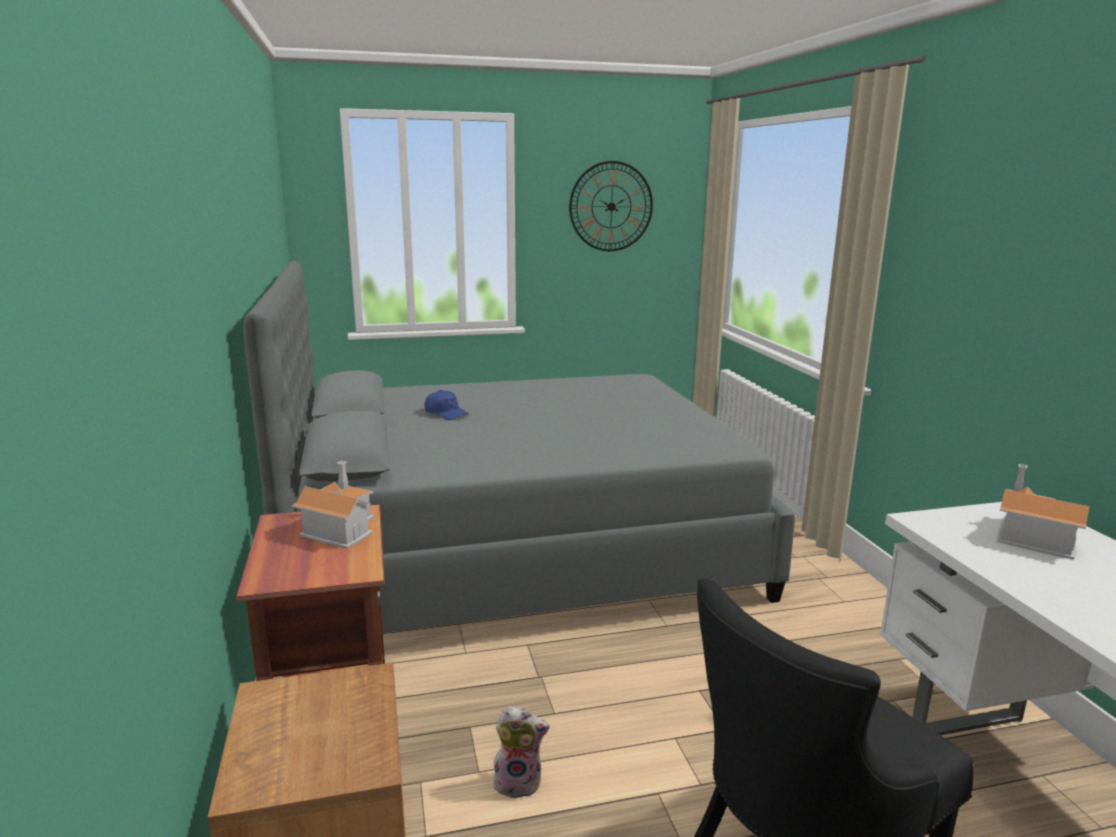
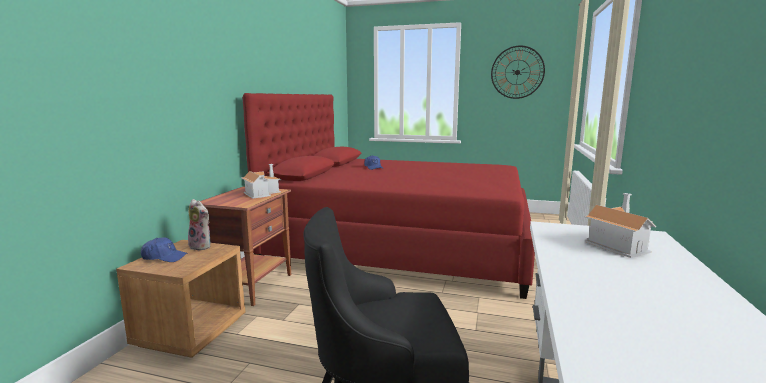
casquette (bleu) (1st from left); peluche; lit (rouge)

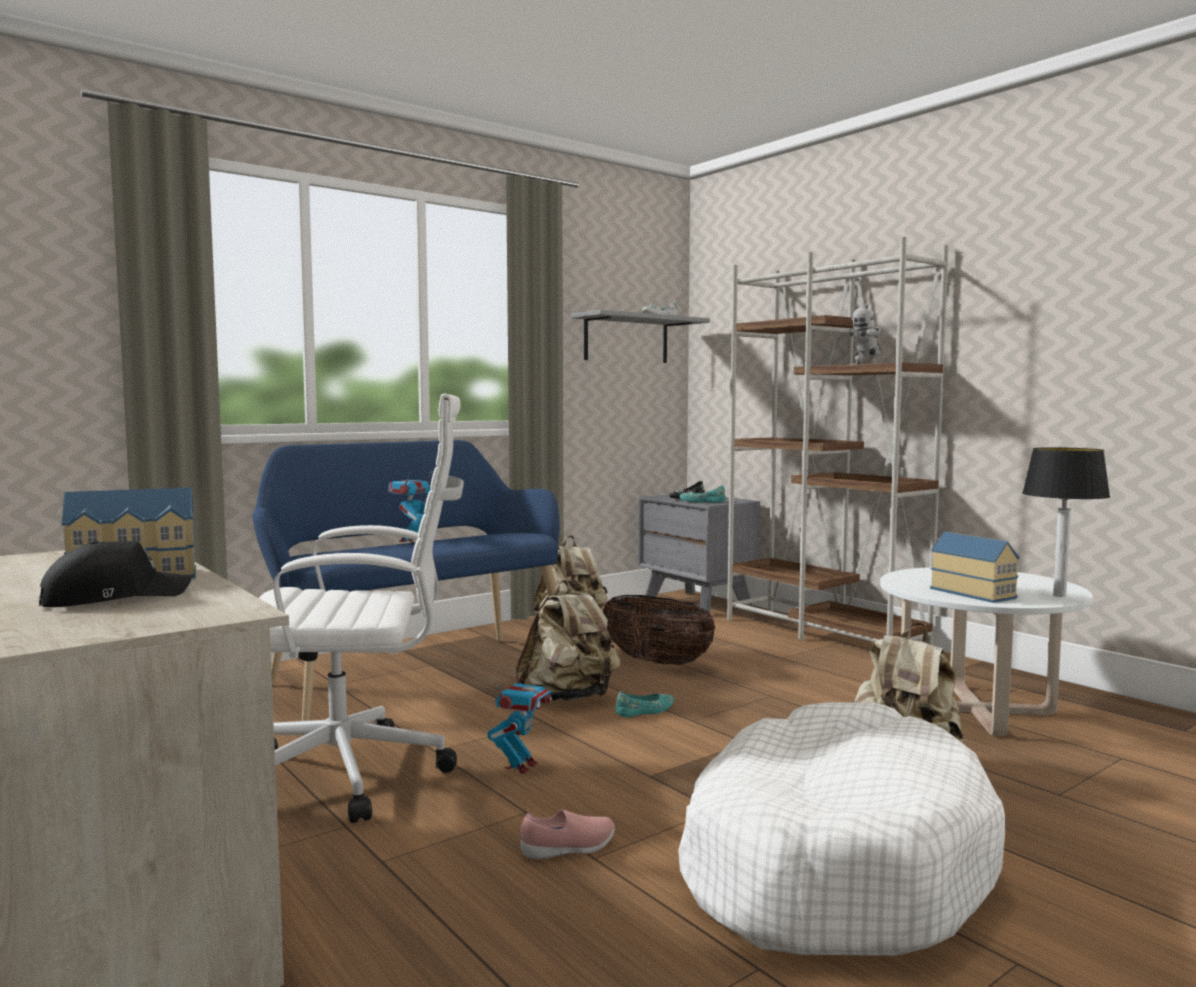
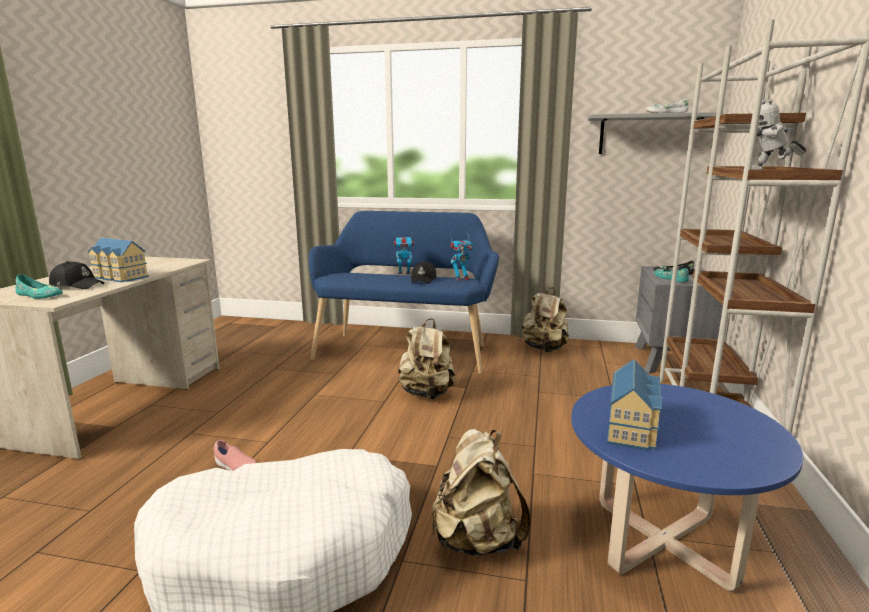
chaise de bureau (blanc); panier; lampe de table; casquette (noir) (2nd from left); robot jouet (2nd from left); chaussure (turquoise) (1st from left); table basse (bleu)

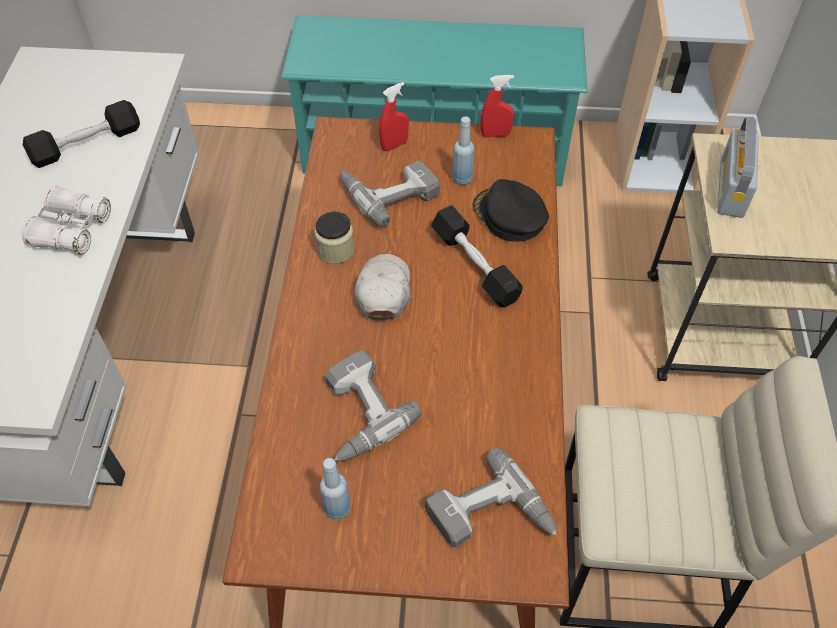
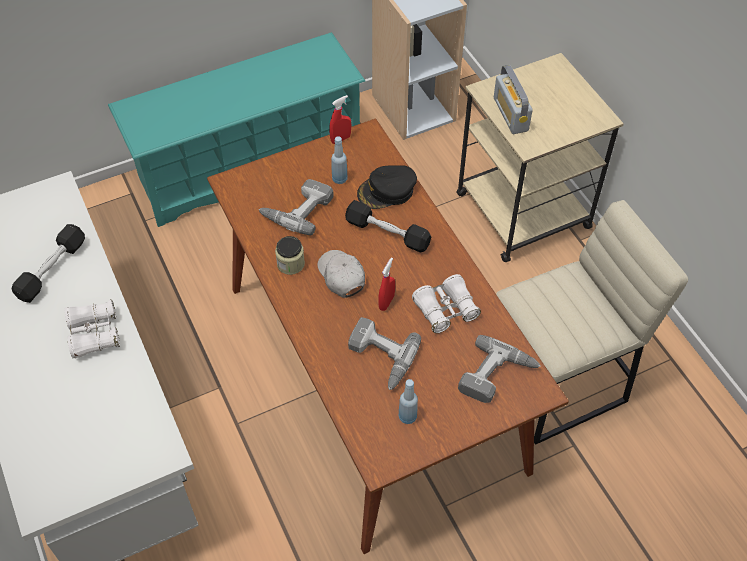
jumelles (blanc) (2nd from left); vaporisateur (rouge) (2nd from left); casquette (noir)

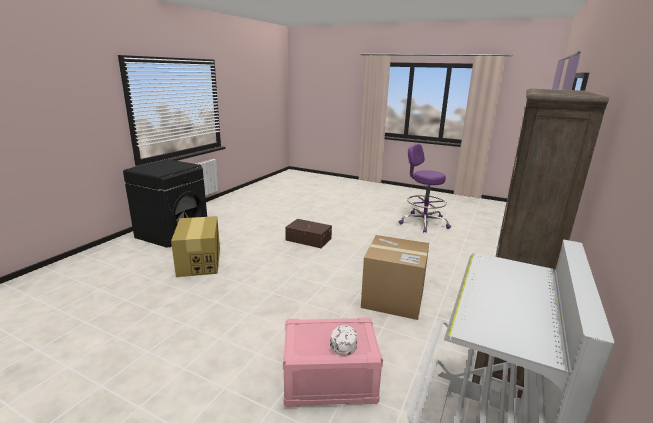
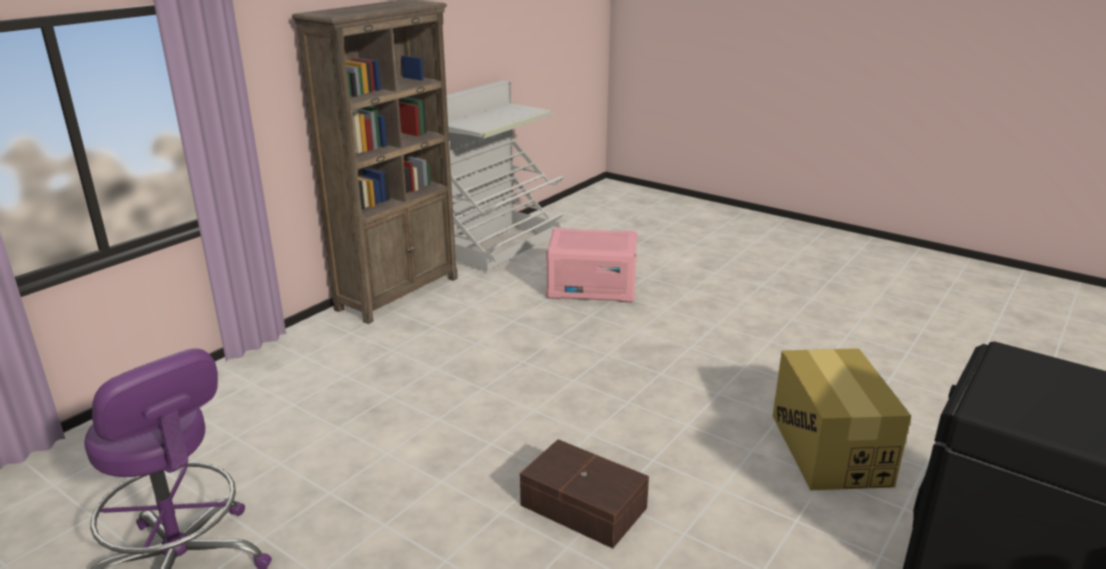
casquette (blanc); carton (2nd from left in the first image)

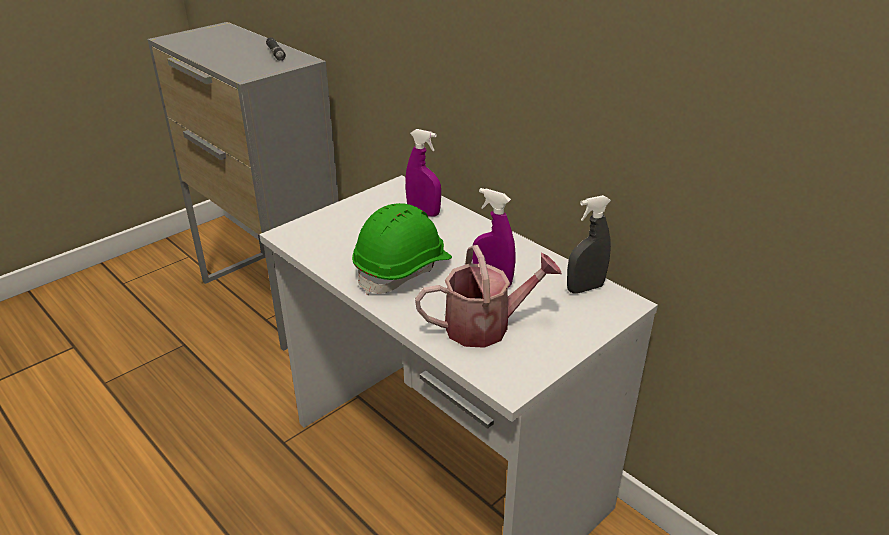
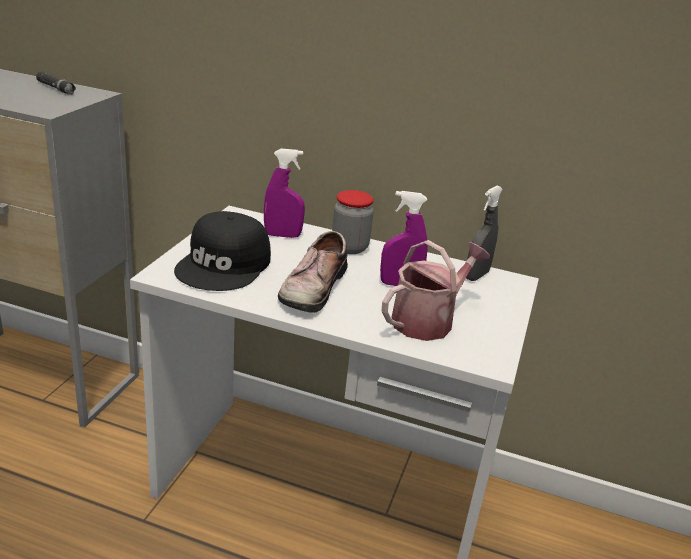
casquette (noir); bocal; chaussure

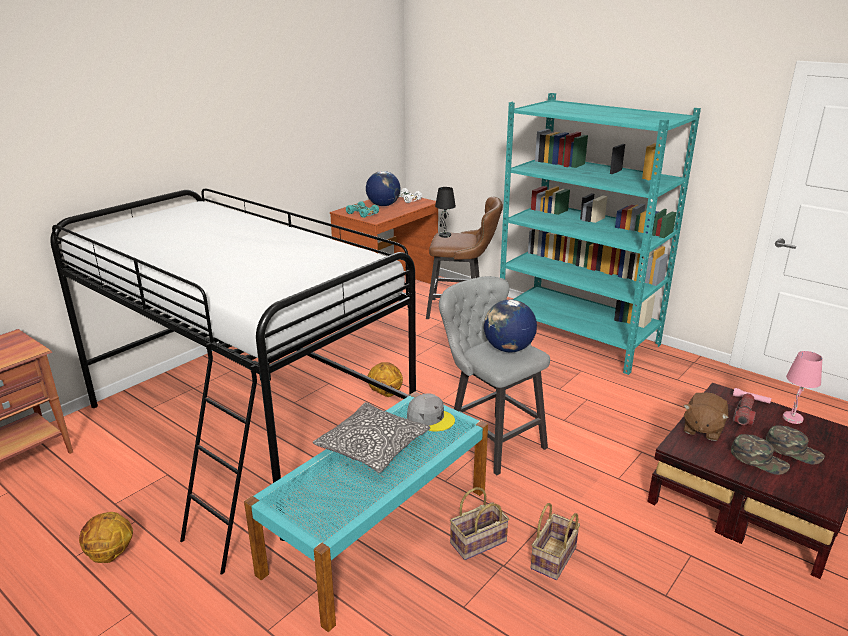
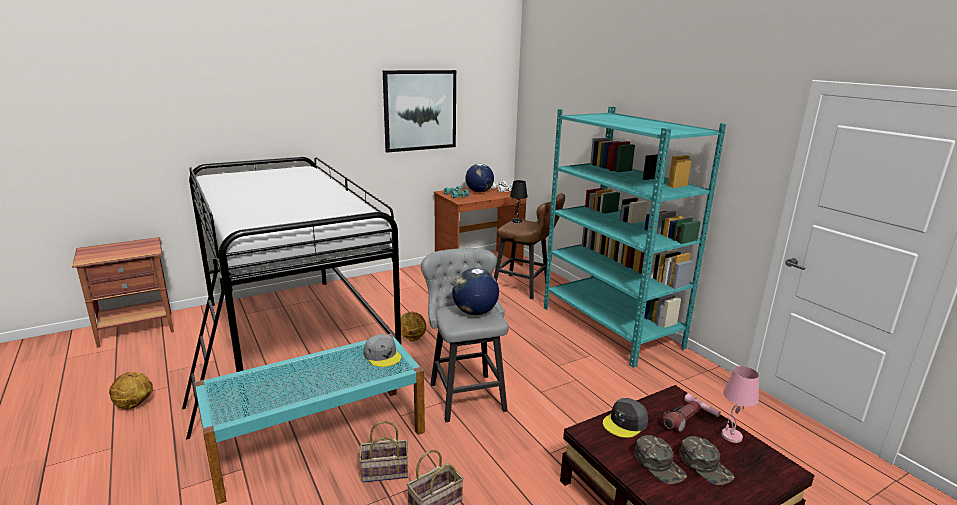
coussin; tableau; casquette (gris) (2nd from left)

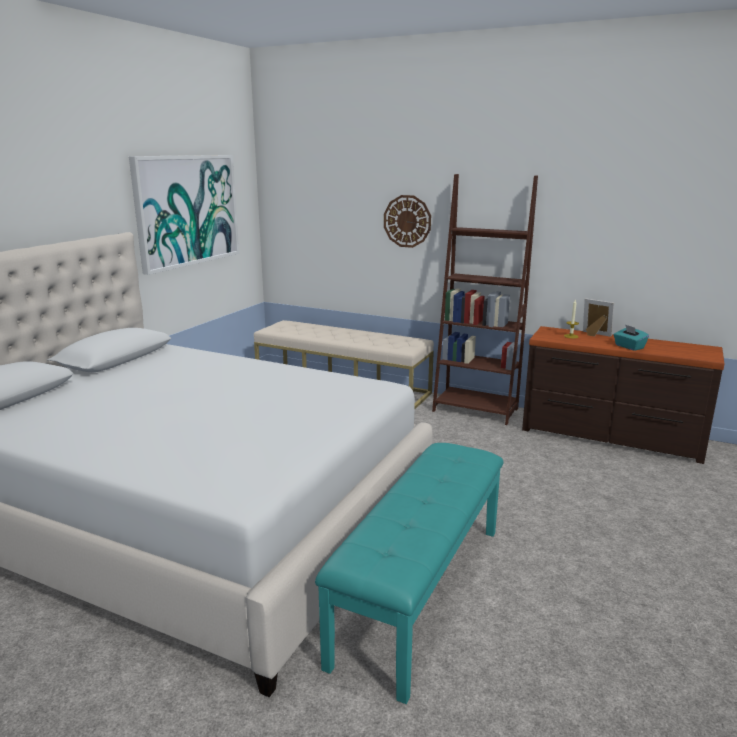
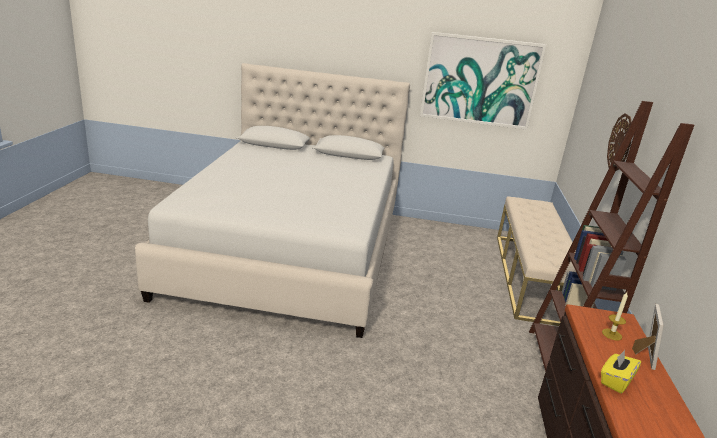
banc (turquoise); boîte à mouchoirs (jaune)

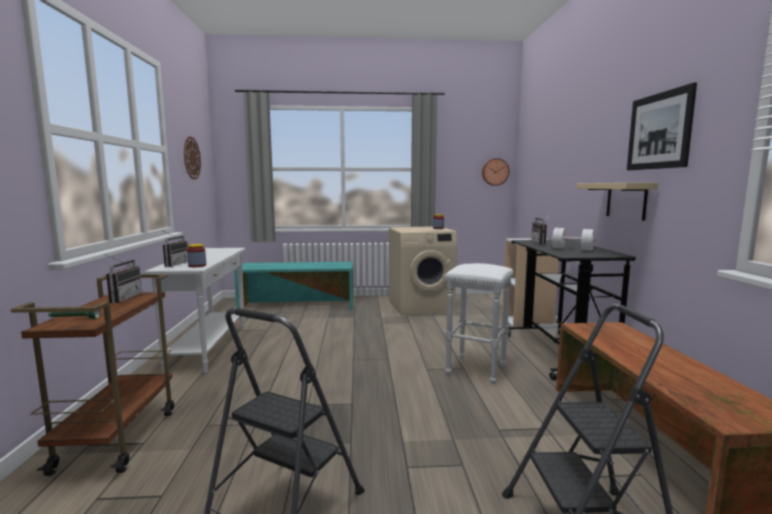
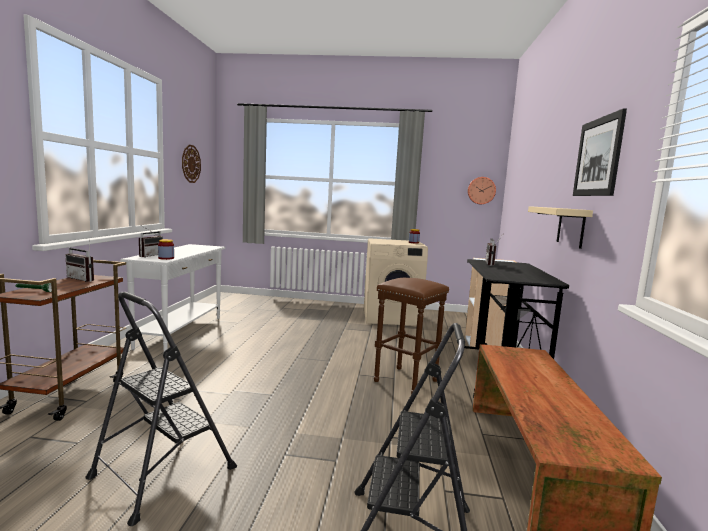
banc (turquoise); haltère (blanc); tabouret (marron); radio (1st from left)

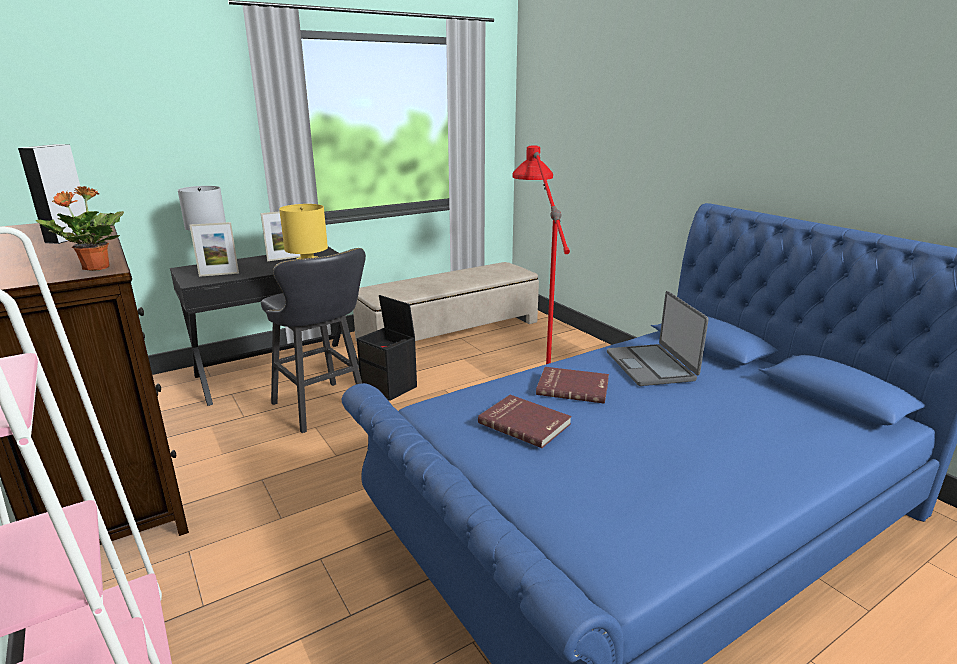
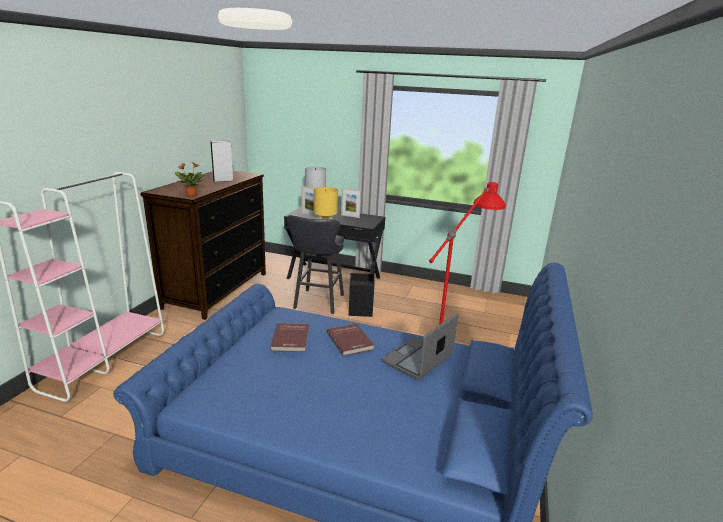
banc (beige)

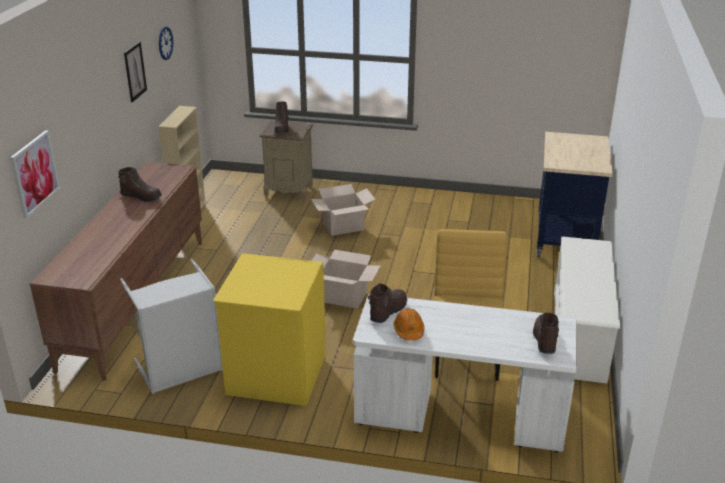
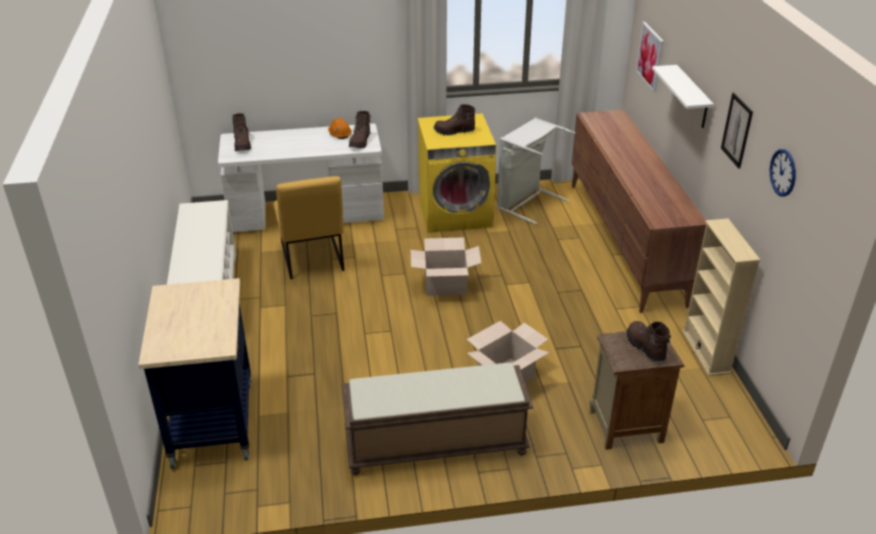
banc (marron); étagère (blanc); botte (marron) (3rd from left)

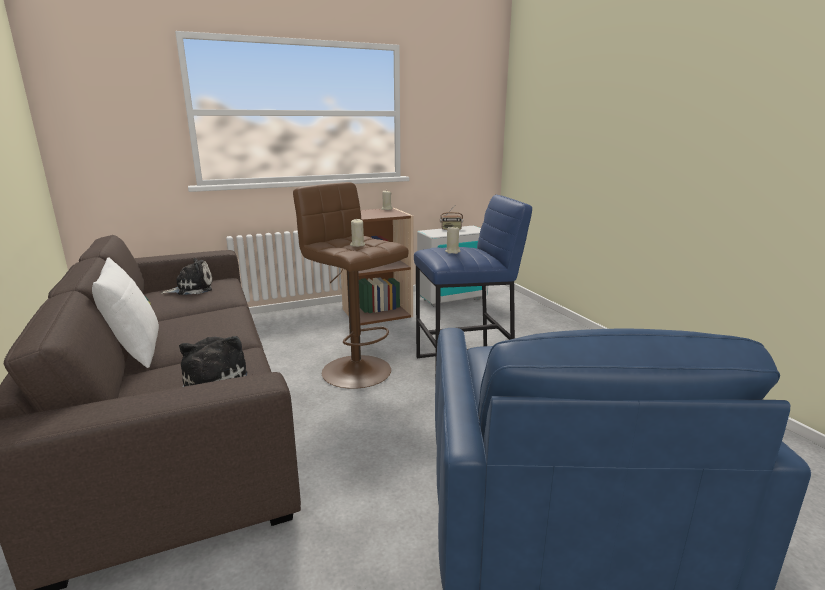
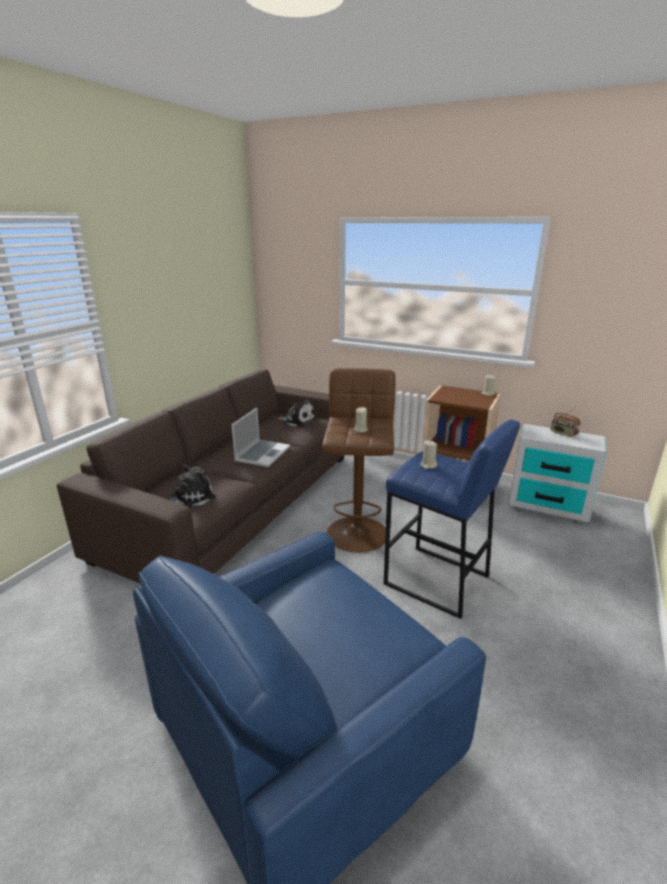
coussin (blanc); ordinateur portable

